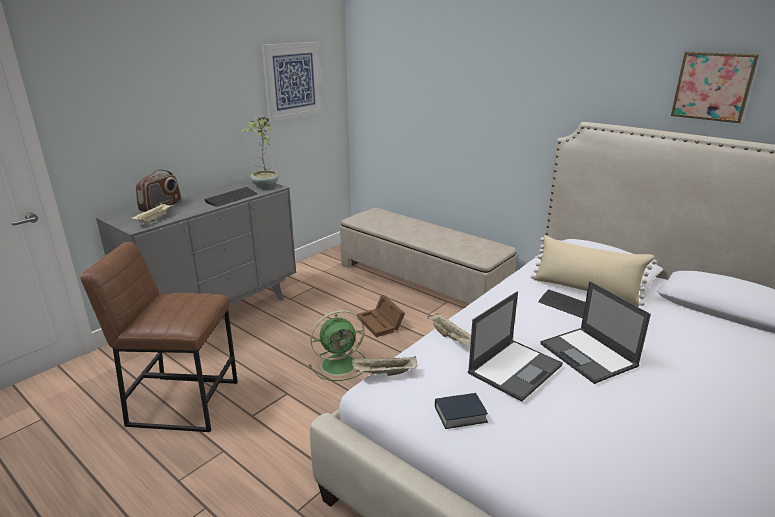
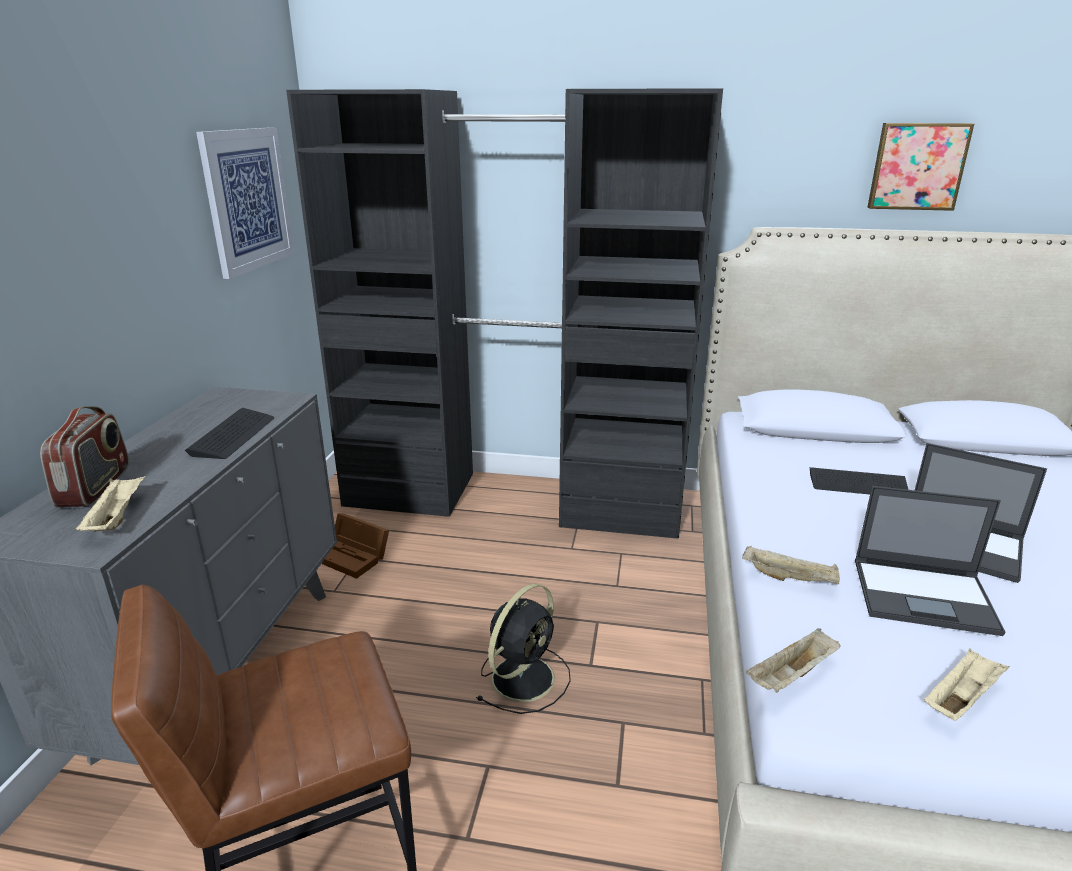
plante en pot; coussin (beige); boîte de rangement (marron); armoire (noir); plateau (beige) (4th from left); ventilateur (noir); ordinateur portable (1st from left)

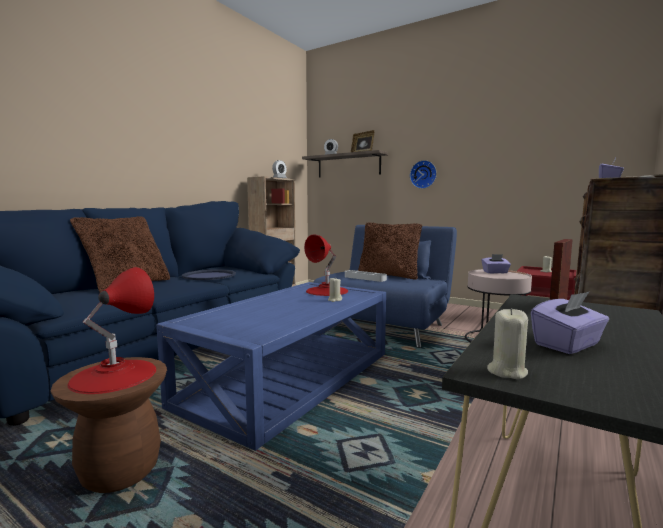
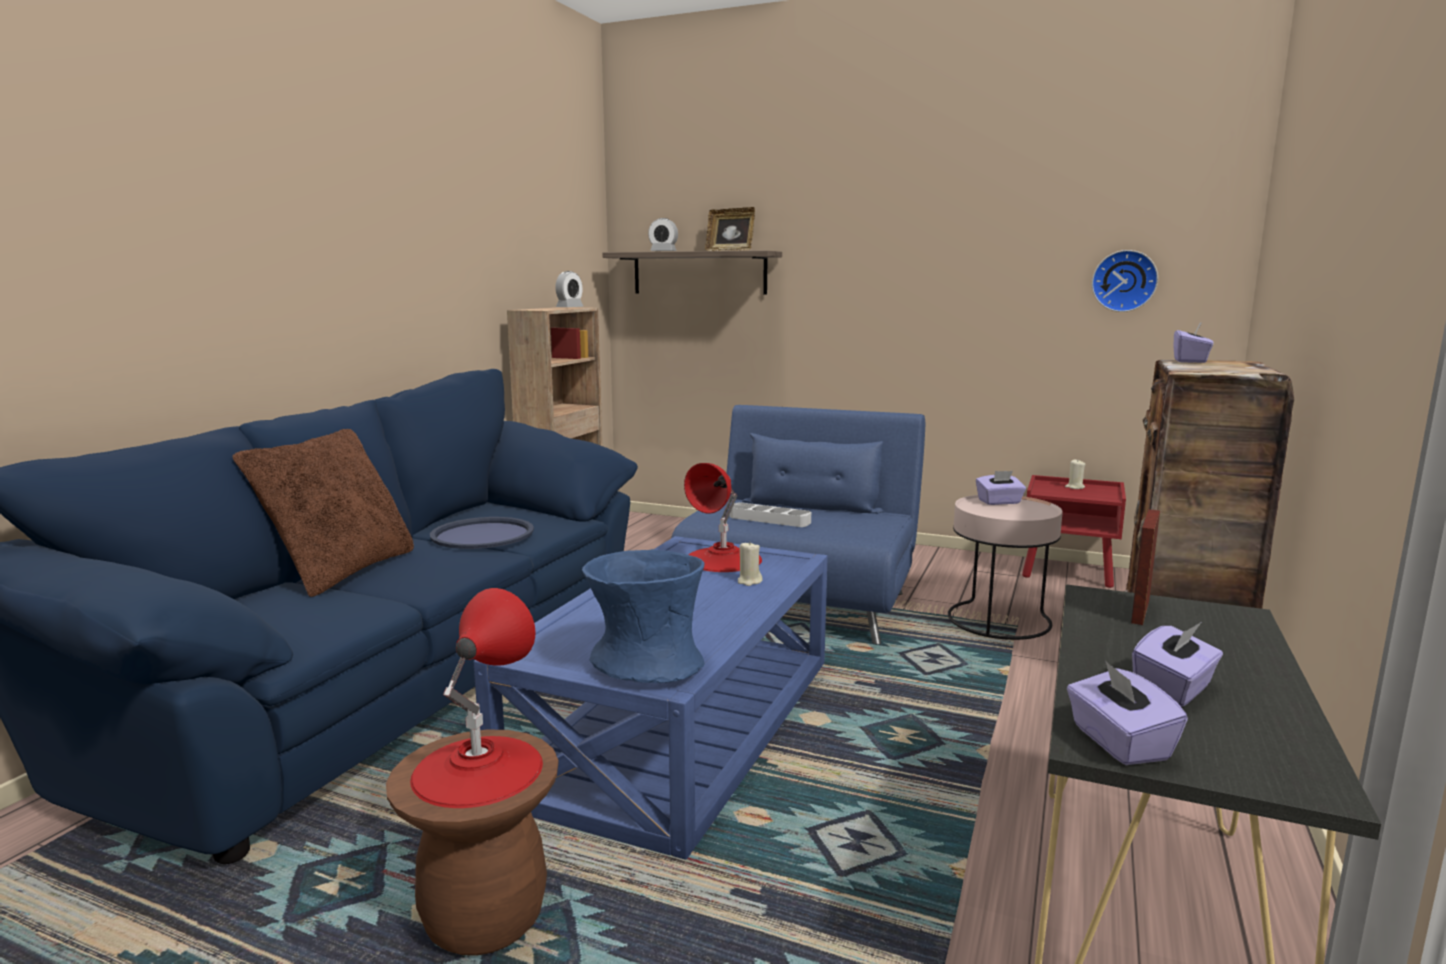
coussin (marron) (2nd from left in the first image); vase (bleu); horloge murale; boîte à mouchoirs (violet) (2nd from left)

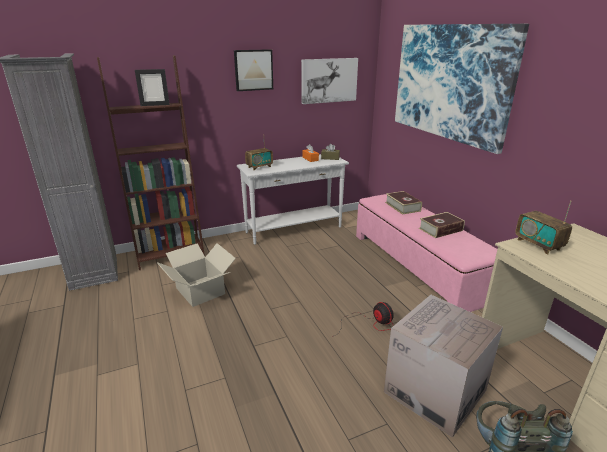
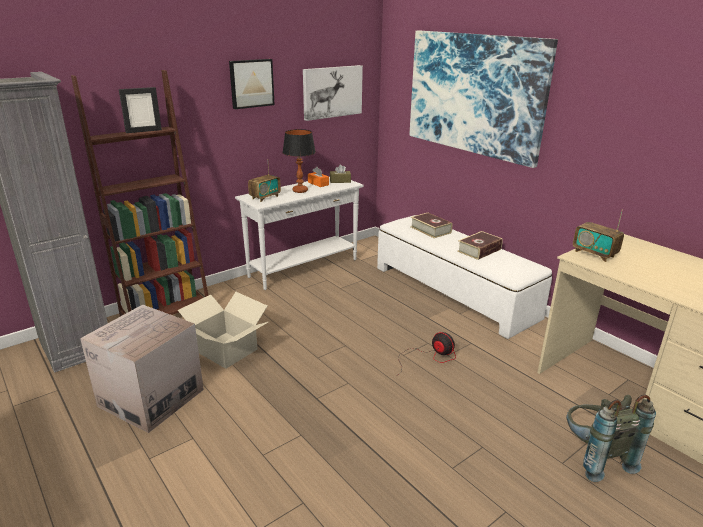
lampe de table; carton (1st from left); banc (blanc)

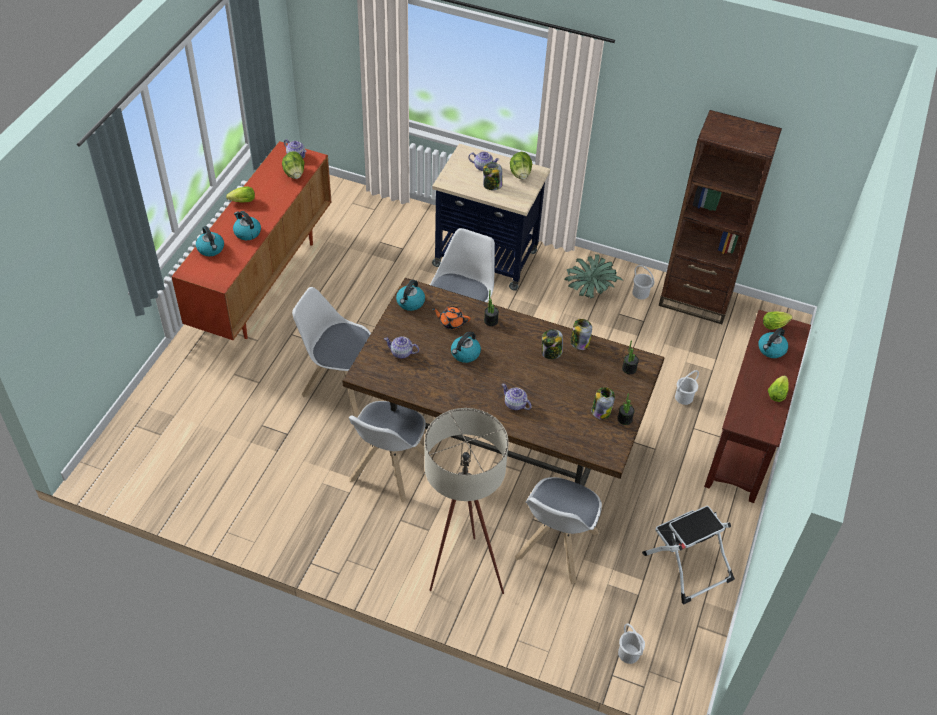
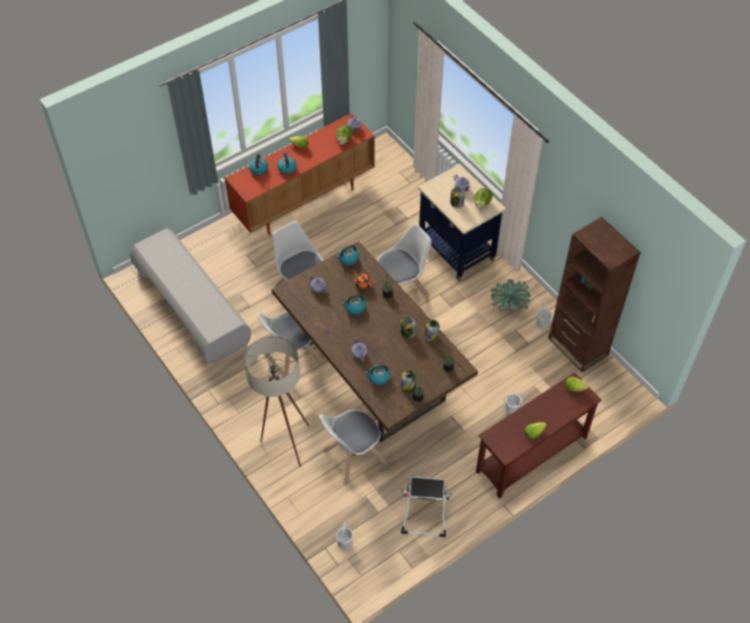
banc (gris); bouilloire (5th from left)

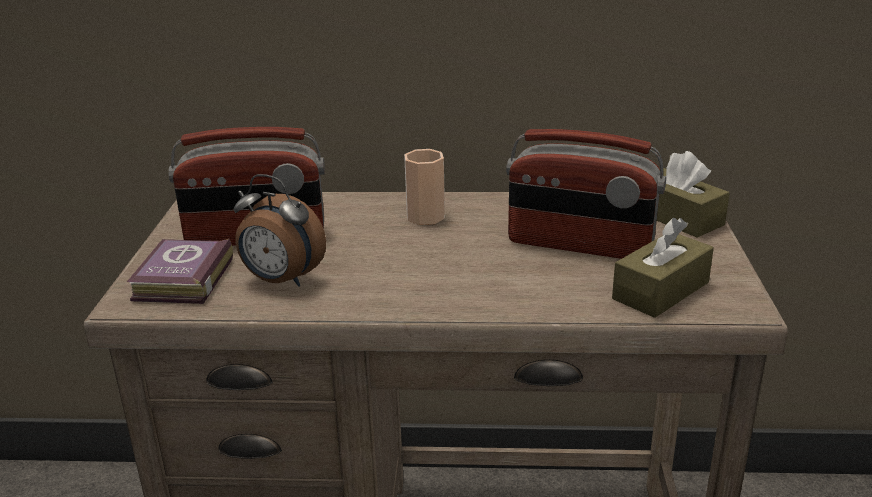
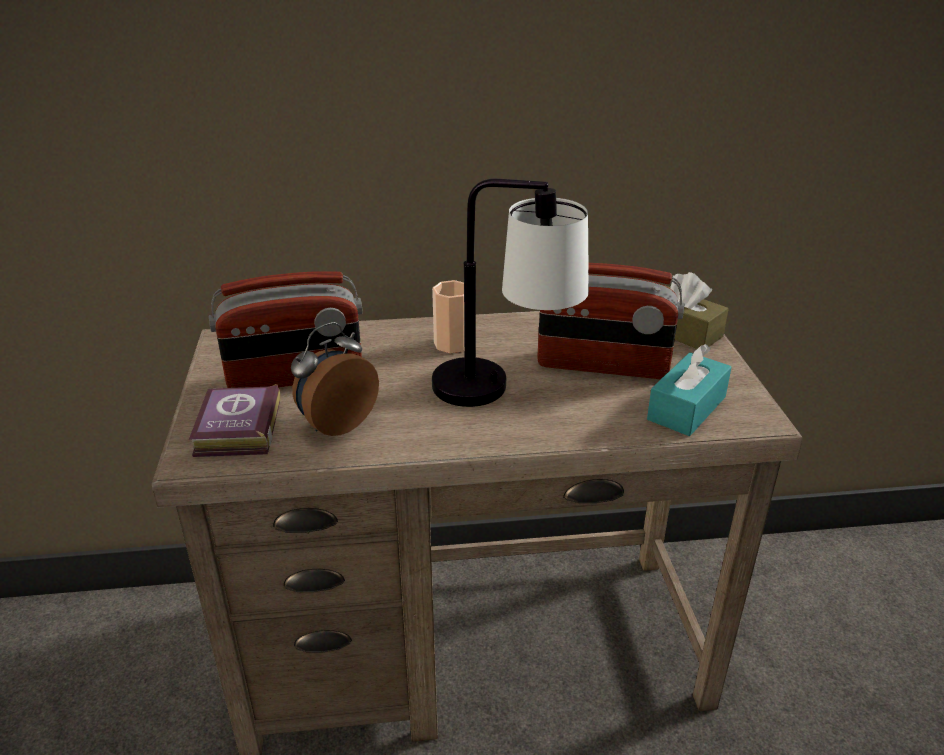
lampe de table; boîte à mouchoirs (turquoise); réveil

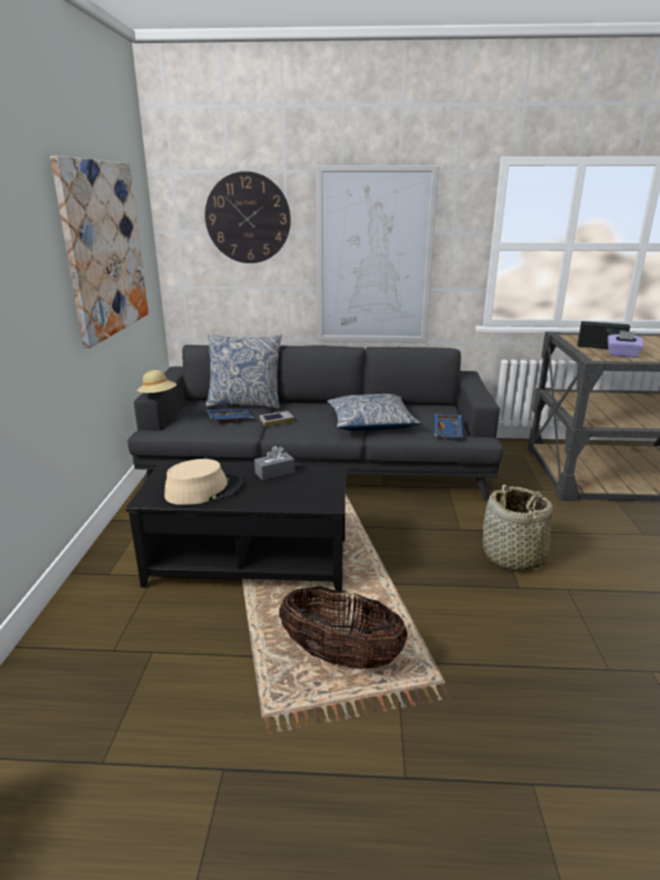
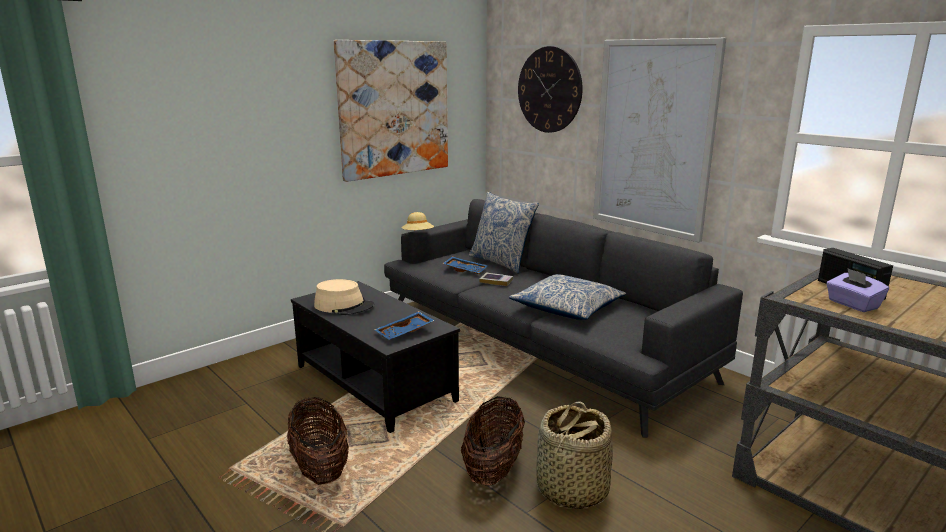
boîte à mouchoirs (gris); panier (2nd from left); plateau (bleu) (1st from left)

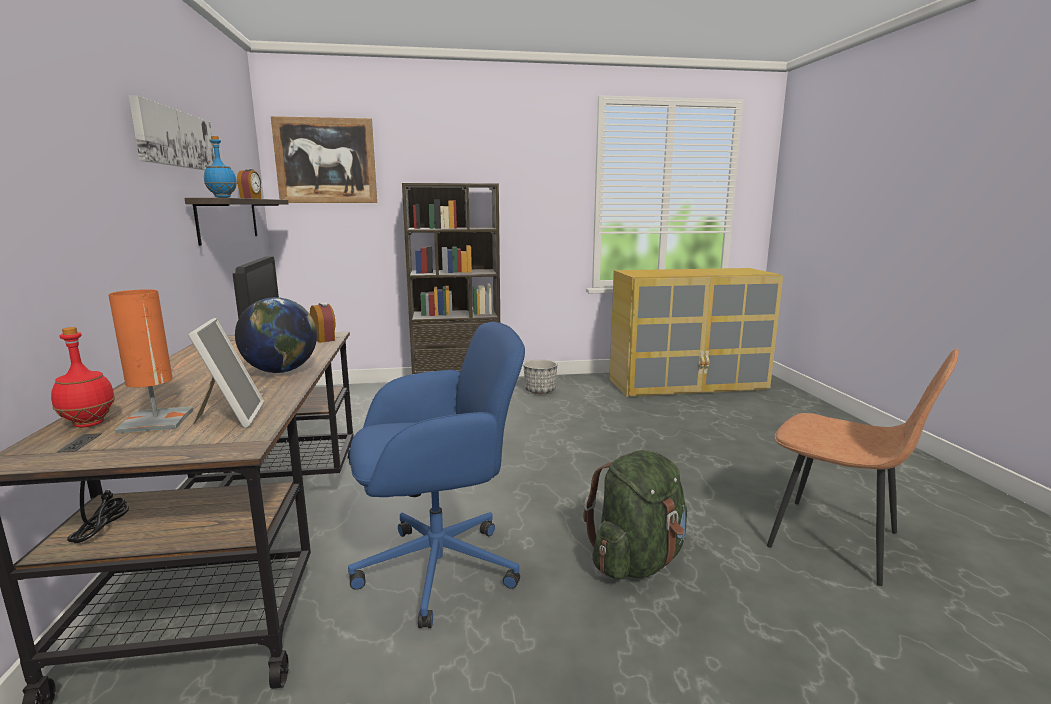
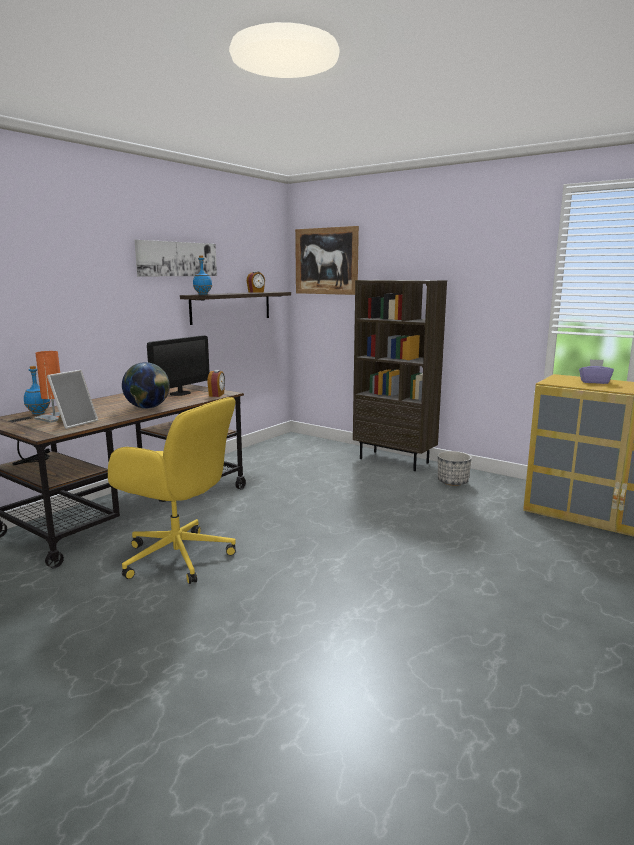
sac à dos (vert); chaise (marron); boîte à mouchoirs (violet); bouteille (bleu) (1st from left); chaise de bureau (jaune)

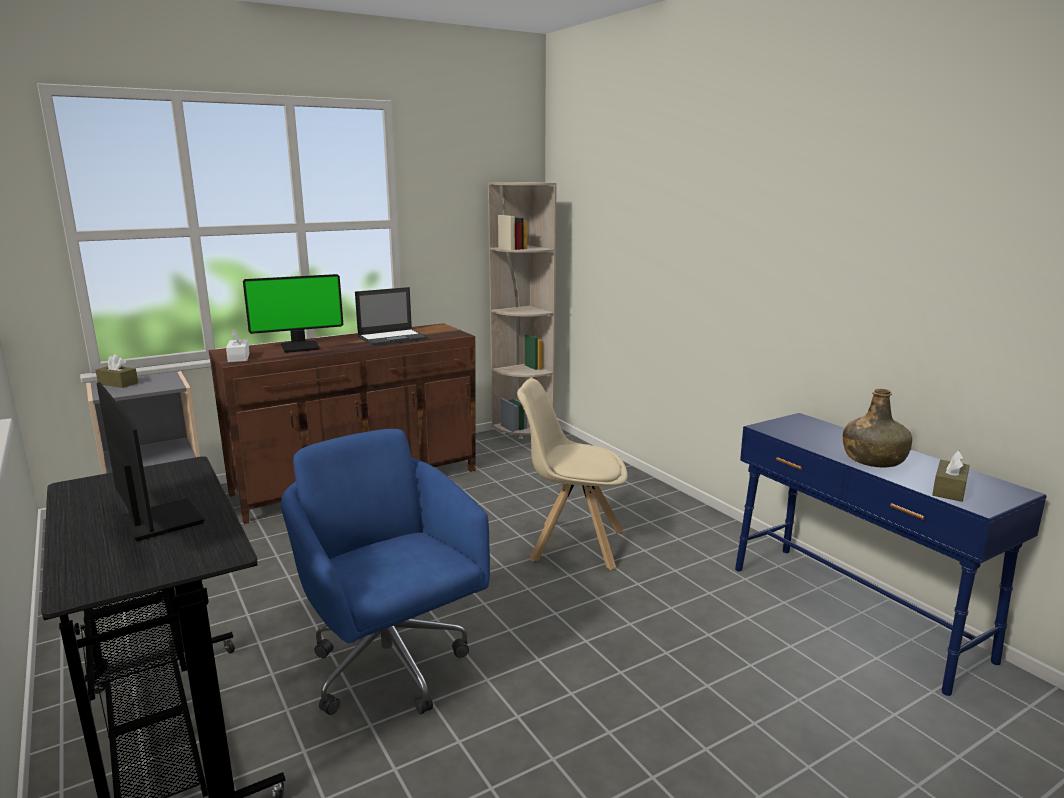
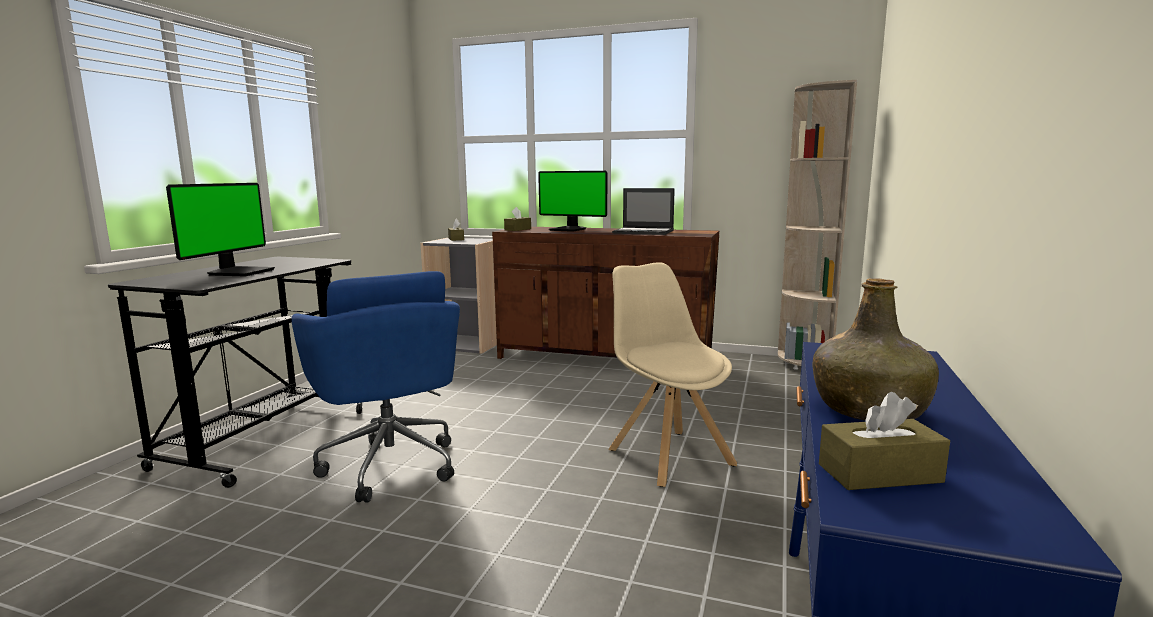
boîte à mouchoirs (marron) (2nd from left); chaise de bureau (bleu)

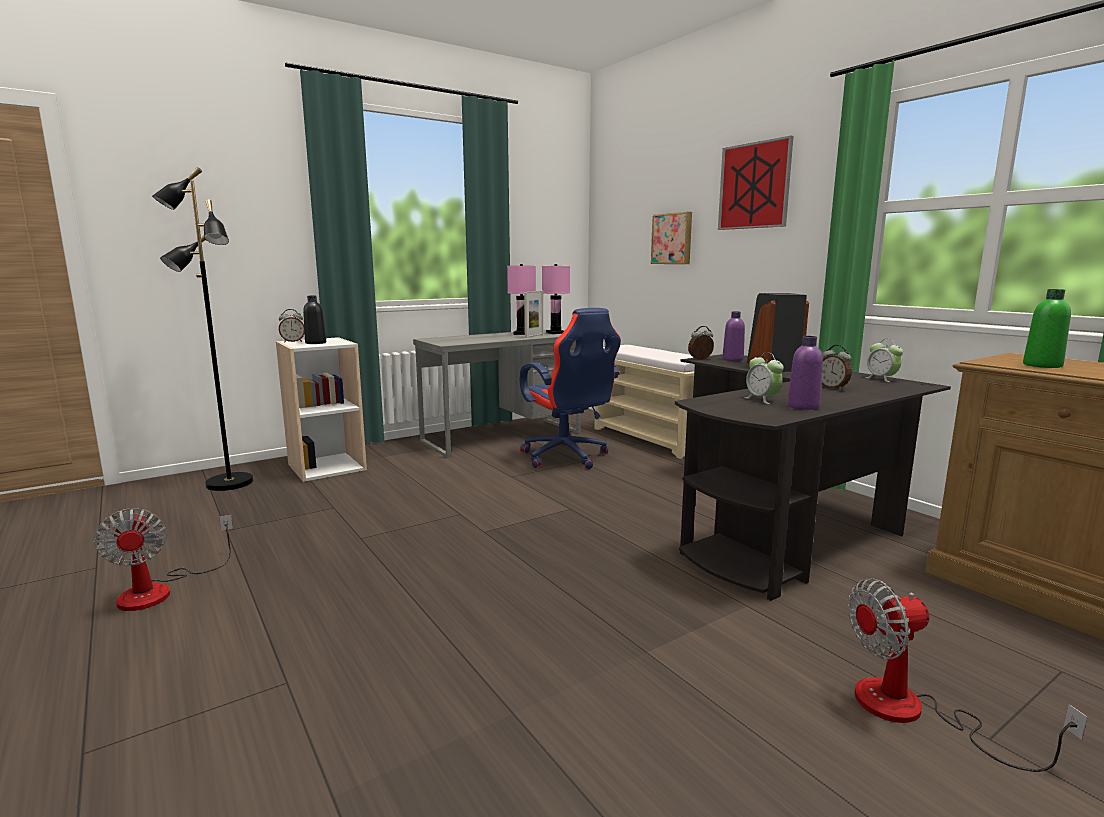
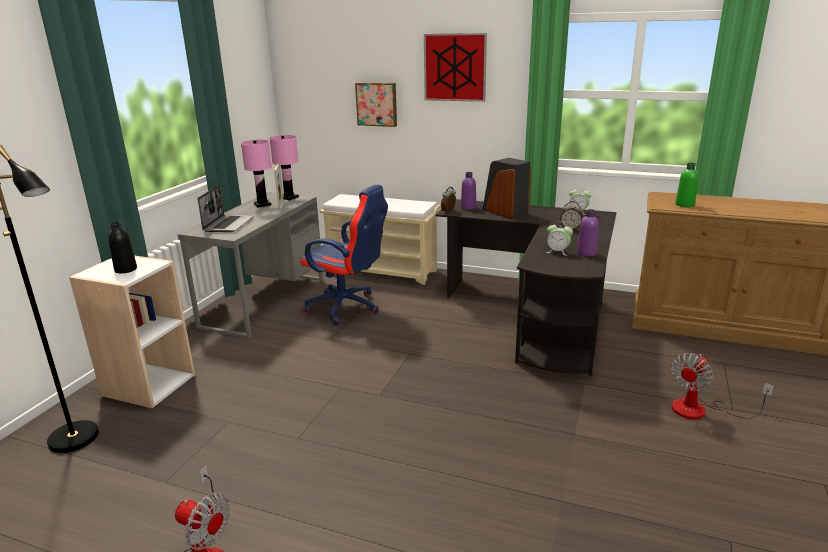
réveil (1st from left in the first image); ordinateur portable

